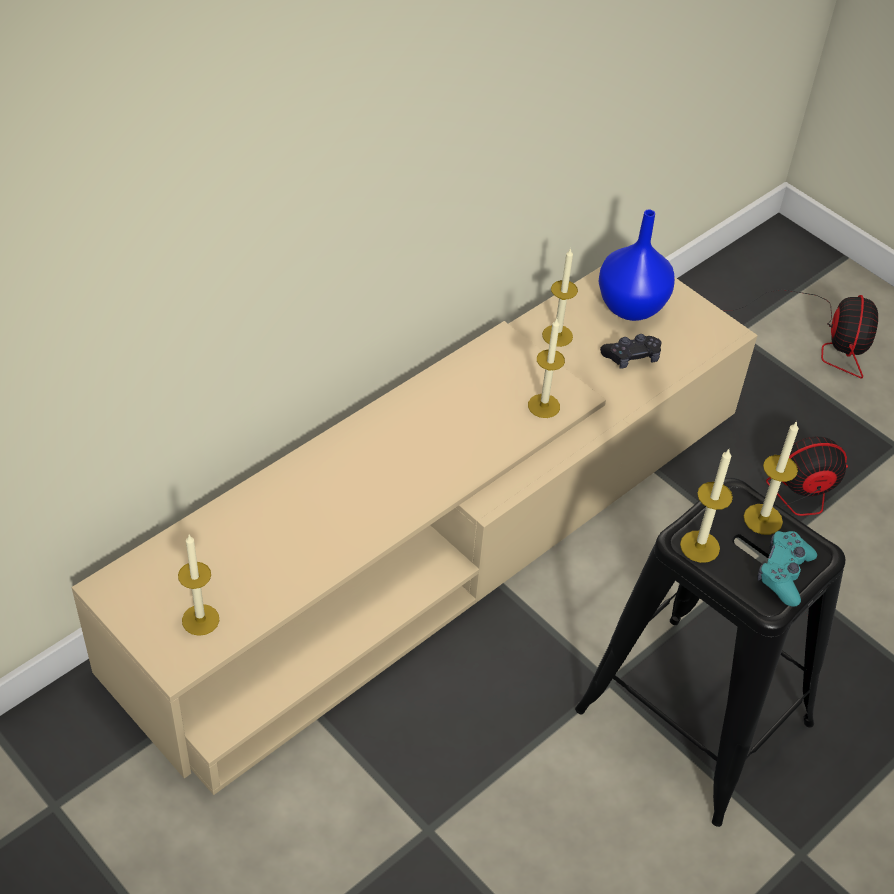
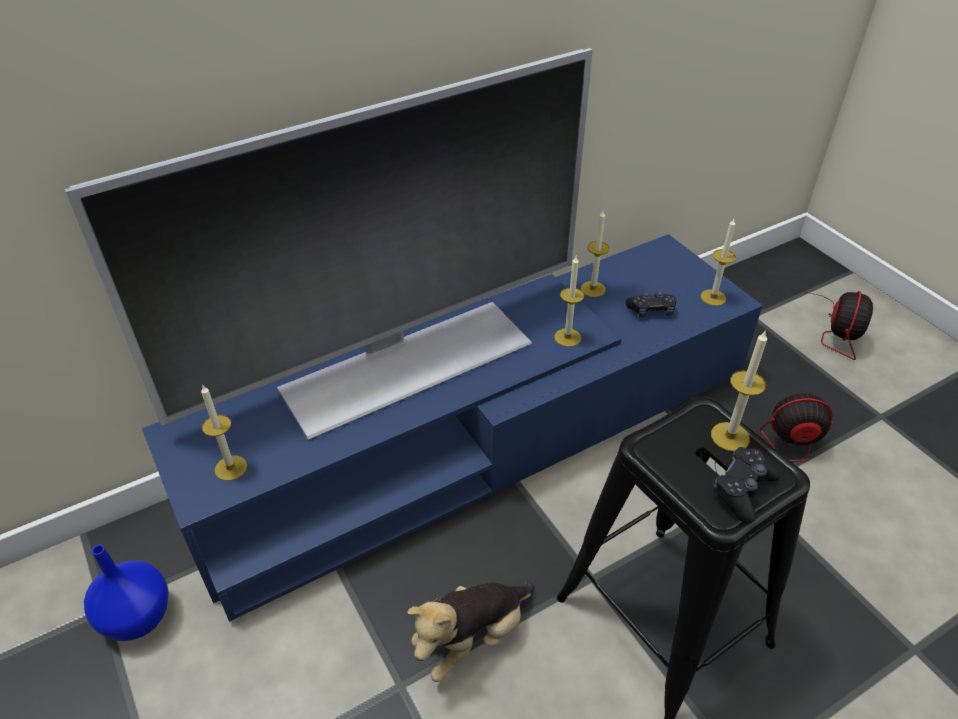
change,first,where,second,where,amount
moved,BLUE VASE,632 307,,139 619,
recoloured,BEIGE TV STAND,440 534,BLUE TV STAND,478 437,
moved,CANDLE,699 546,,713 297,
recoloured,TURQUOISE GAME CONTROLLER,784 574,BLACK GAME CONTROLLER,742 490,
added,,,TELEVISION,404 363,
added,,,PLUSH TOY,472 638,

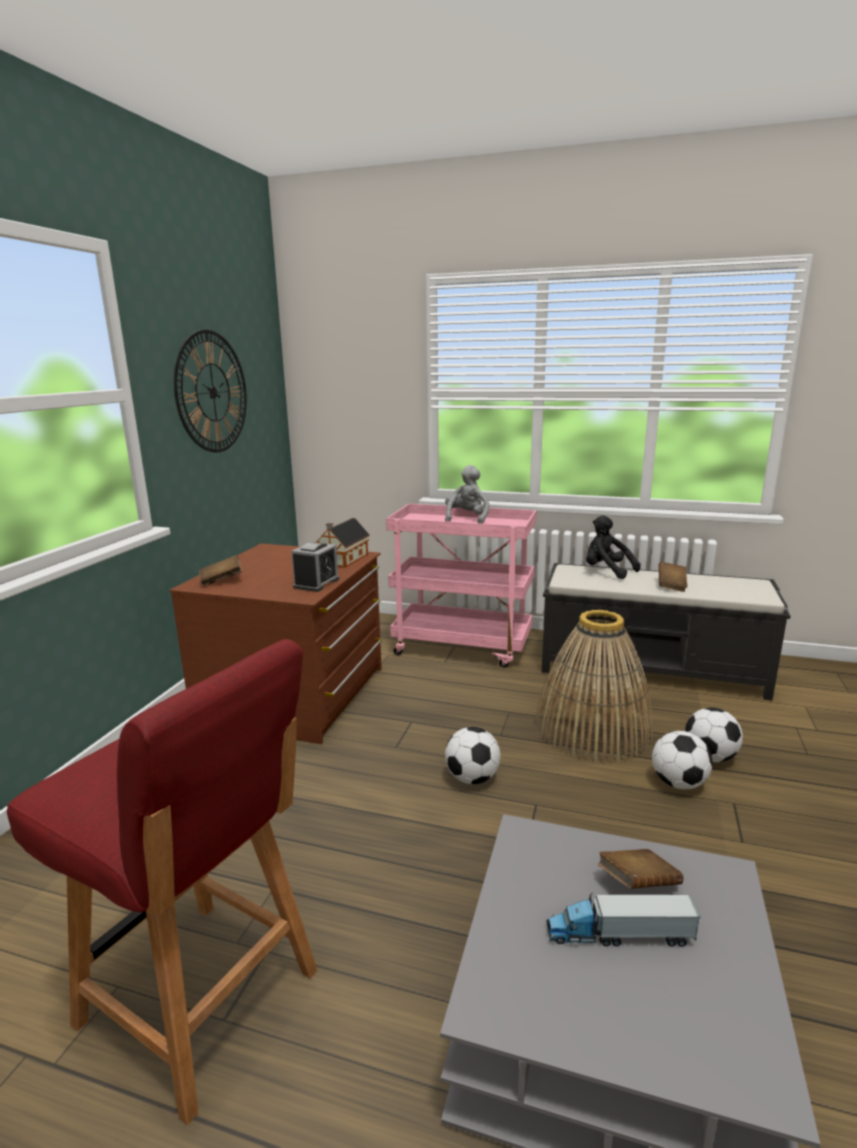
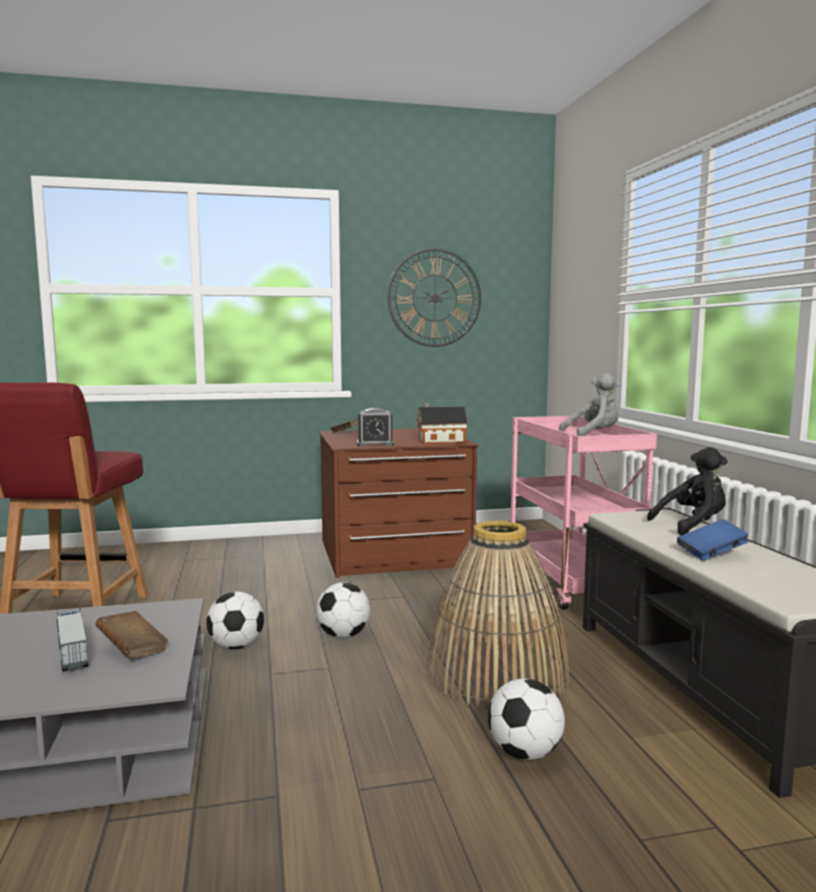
change,first,where,second,where,amount
turned,BLACK PLUSH TOY,606 571,,692 525,60 degrees clockwise
recoloured,BROWN BOOK,671 586,BLUE BOOK,711 554,
moved,FOOTBALL,678 783,,236 646,

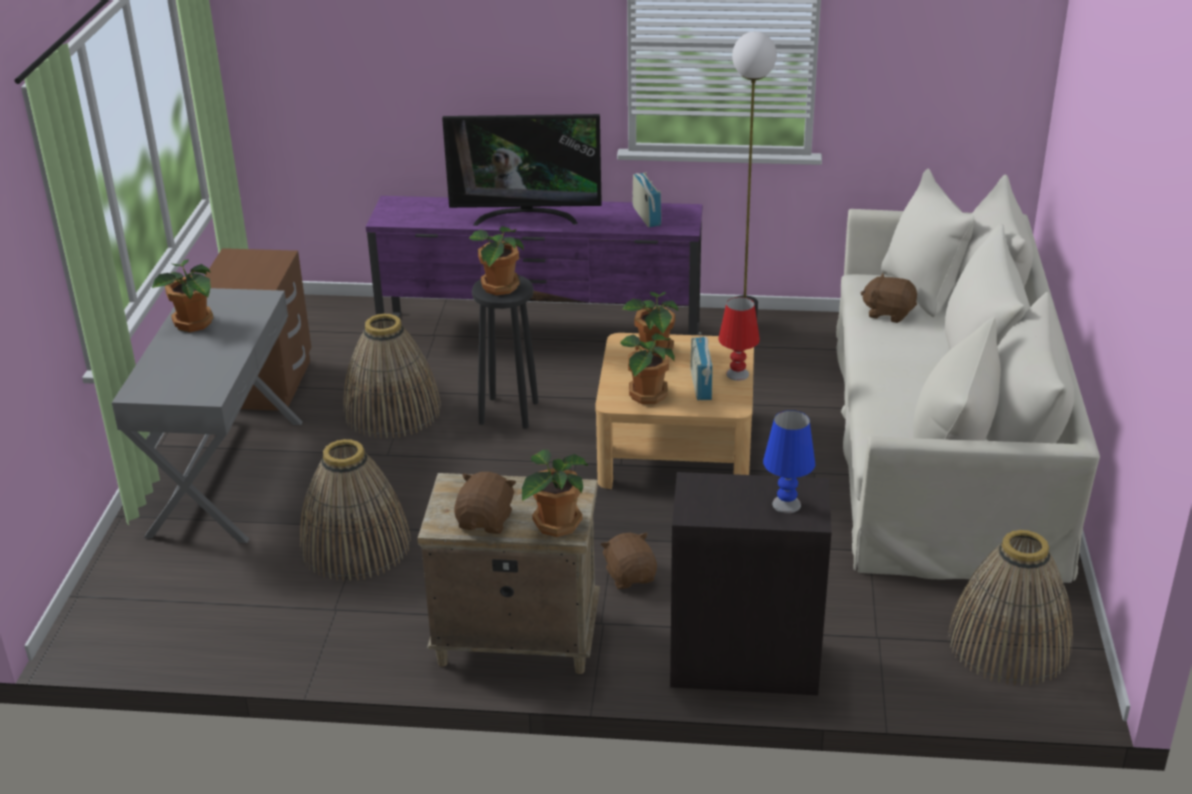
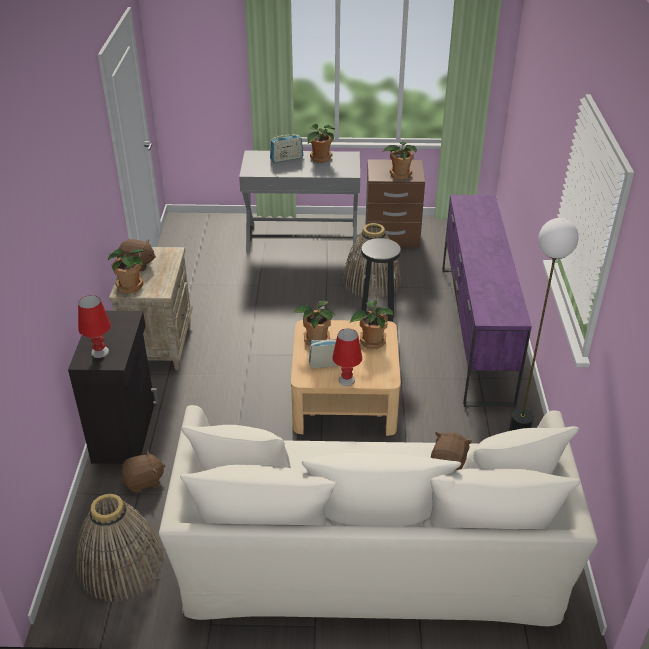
change,first,where,second,where,amount
removed,TELEVISION,526 216,,,
moved,RADIO,646 216,,286 158,
moved,POTTED PLANT,499 287,,399 174,
recoloured,BLUE TABLE LAMP,787 504,RED TABLE LAMP,100 352,
removed,BASKET,355 546,,,
moved,BROWN PLUSH TOY,630 576,,144 481,

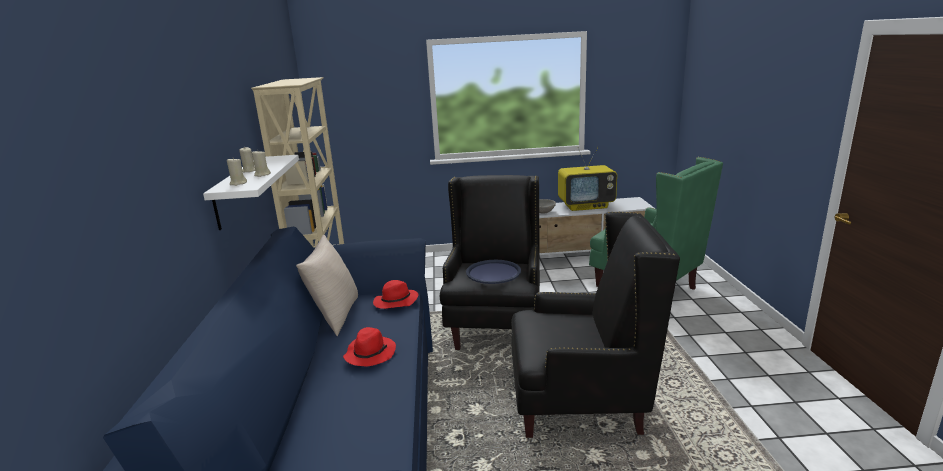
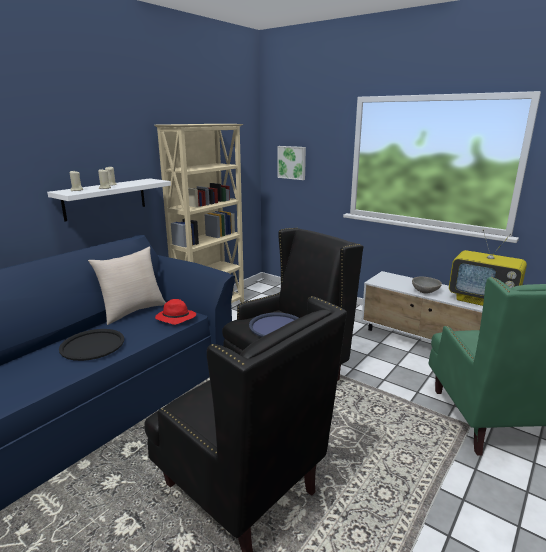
change,first,where,second,where,amount
replaced,RED HAT,370 353,BLACK TRAY,92 345,
added,,,PICTURE,292 162,

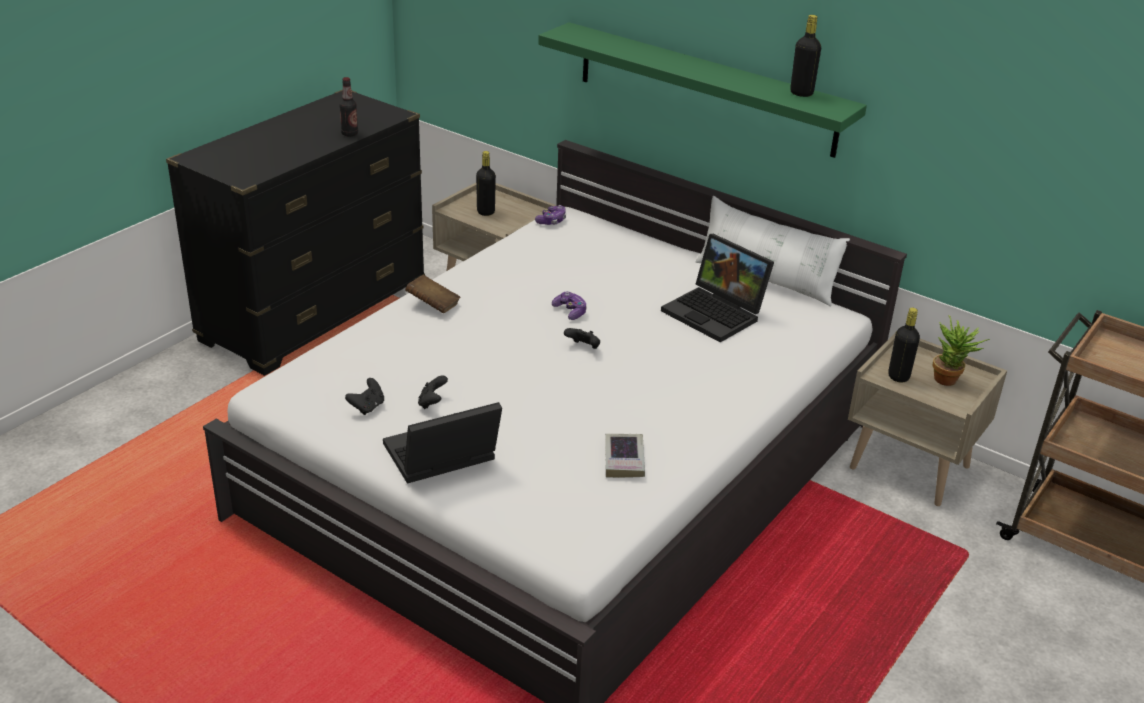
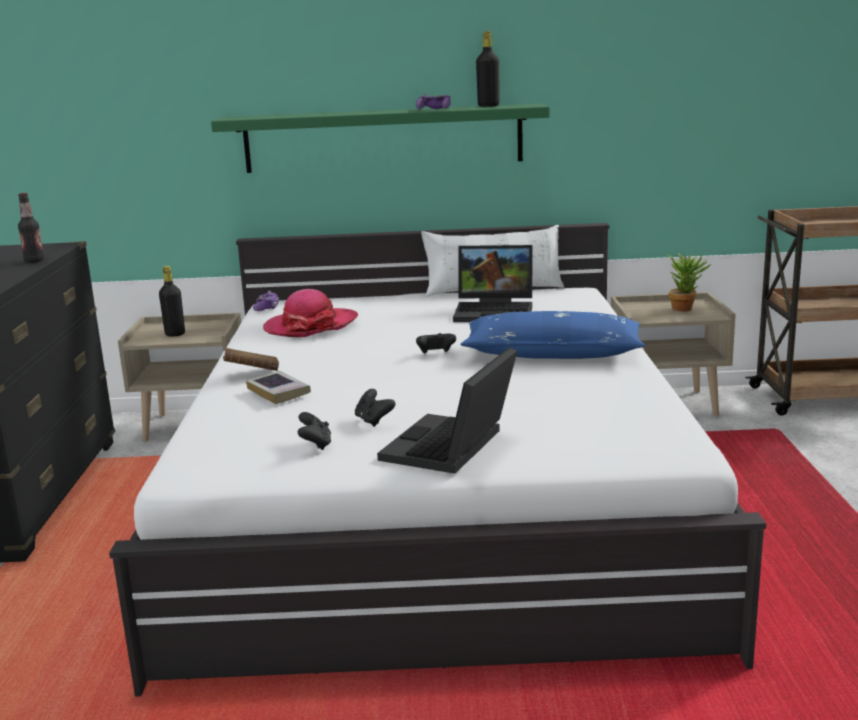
change,first,where,second,where,amount
moved,GAME CONTROLLER,570 311,,434 109,
removed,BLACK BOTTLE,898 376,,,
moved,BOOK,624 459,,278 392,
added,,,HAT,311 326,
added,,,BLUE PILLOW,552 353,

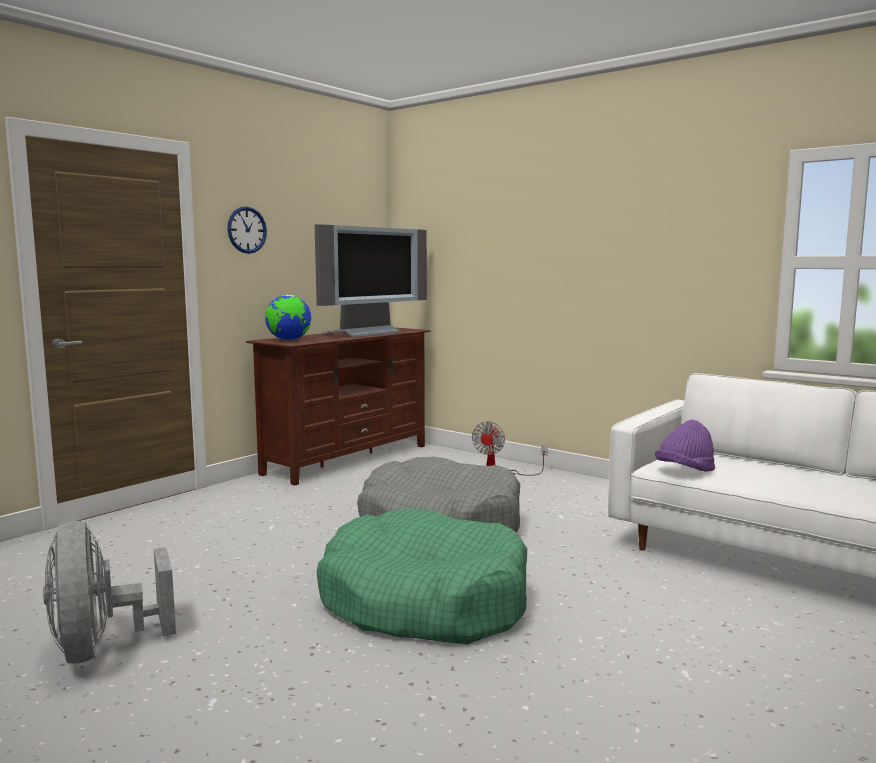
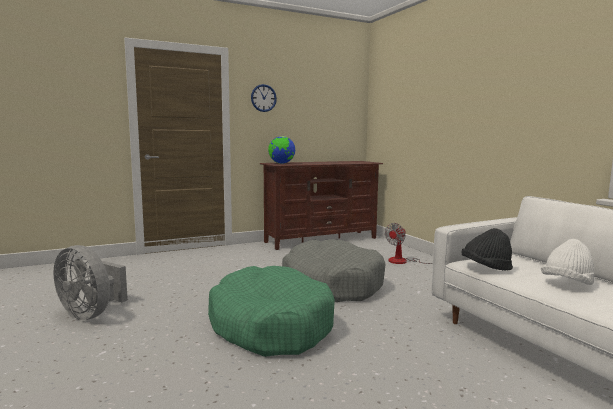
change,first,where,second,where,amount
removed,TELEVISION,365 333,,,
recoloured,PURPLE HAT,685 471,BLACK HAT,486 268,
turned,GREY FAN,102 648,,91 314,60 degrees counterclockwise
added,,,WHITE HAT,567 284,

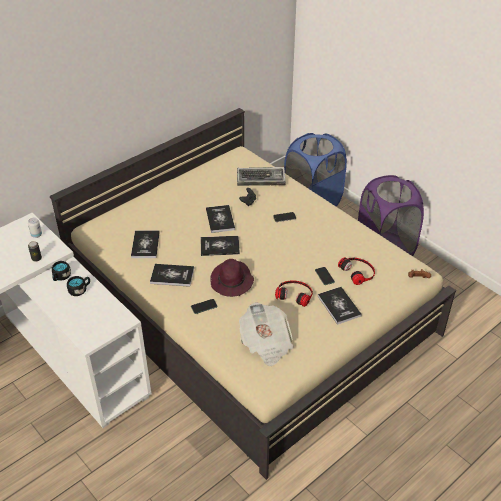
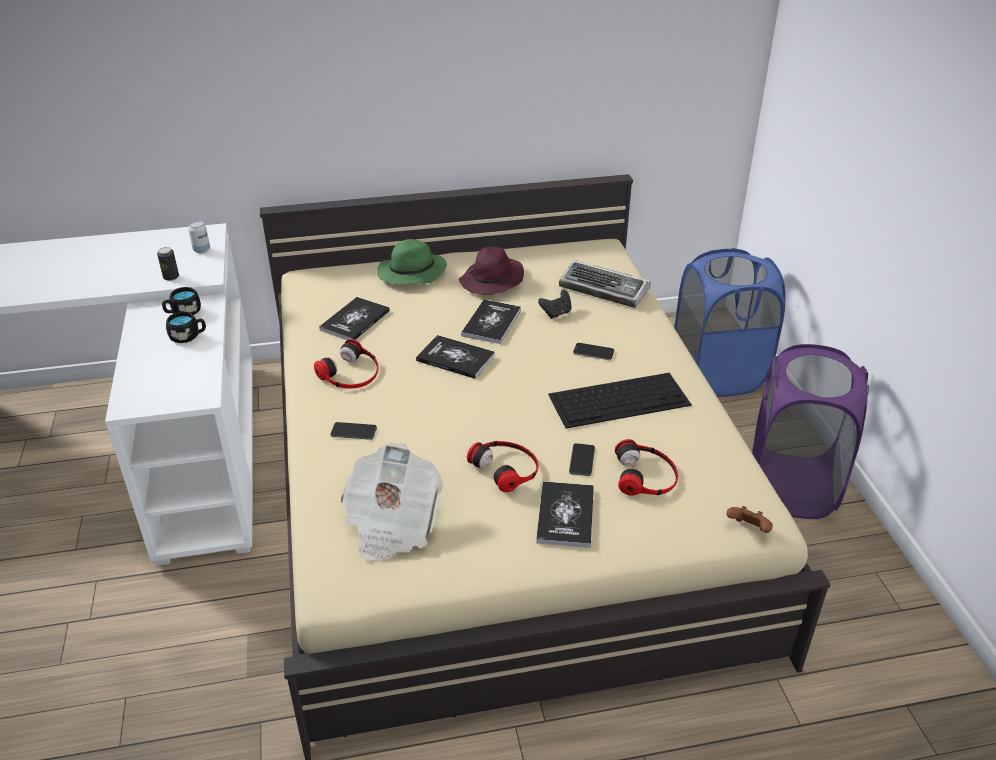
change,first,where,second,where,amount
moved,PURPLE HAT,232 281,,492 281,
replaced,BOOK,172 276,HEADPHONES,351 373,
added,,,GREEN HAT,411 273,
added,,,KEYBOARD,620 399,

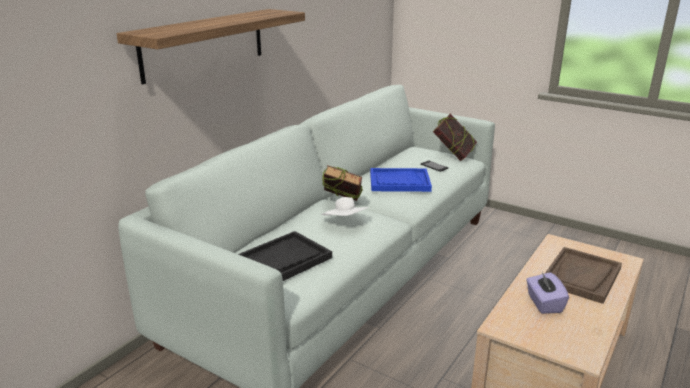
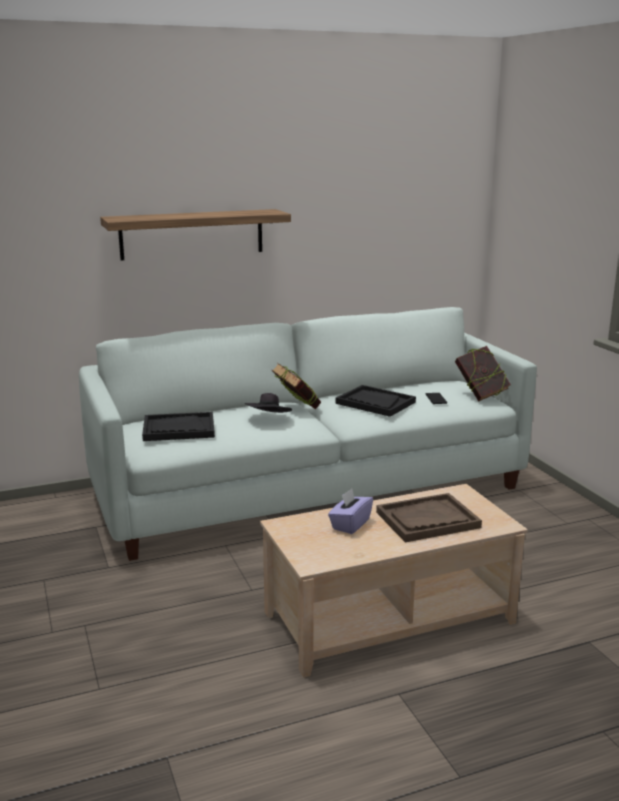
change,first,where,second,where,amount
recoloured,BLUE TRAY,399 182,BLACK TRAY,375 403,
recoloured,WHITE HAT,345 223,BLACK HAT,268 419,

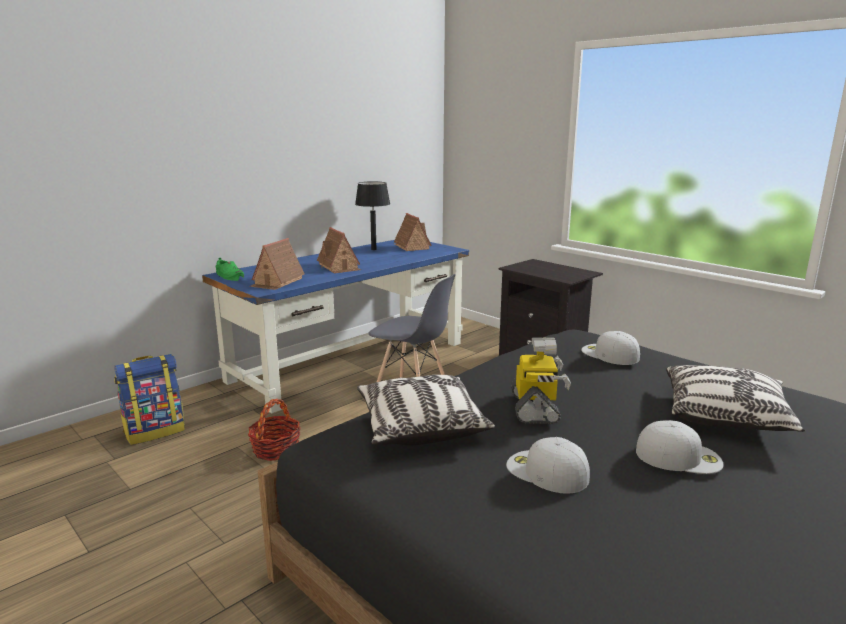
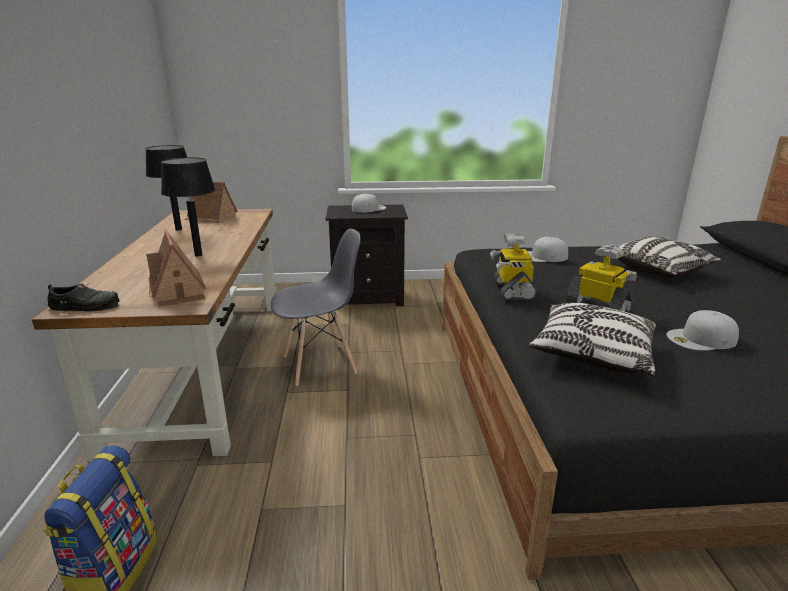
change,first,where,second,where,amount
replaced,TOY HOUSE,339 267,BLACK TABLE LAMP,199 255,
recoloured,BLUE DESK,351 361,BROWN DESK,205 364,
recoloured,GREEN SHOE,230 276,BLACK SHOE,86 305,
removed,BASKET,276 449,,,
moved,WHITE CAP,679 456,,369 208,
added,,,TOY ROBOT,512 290,

